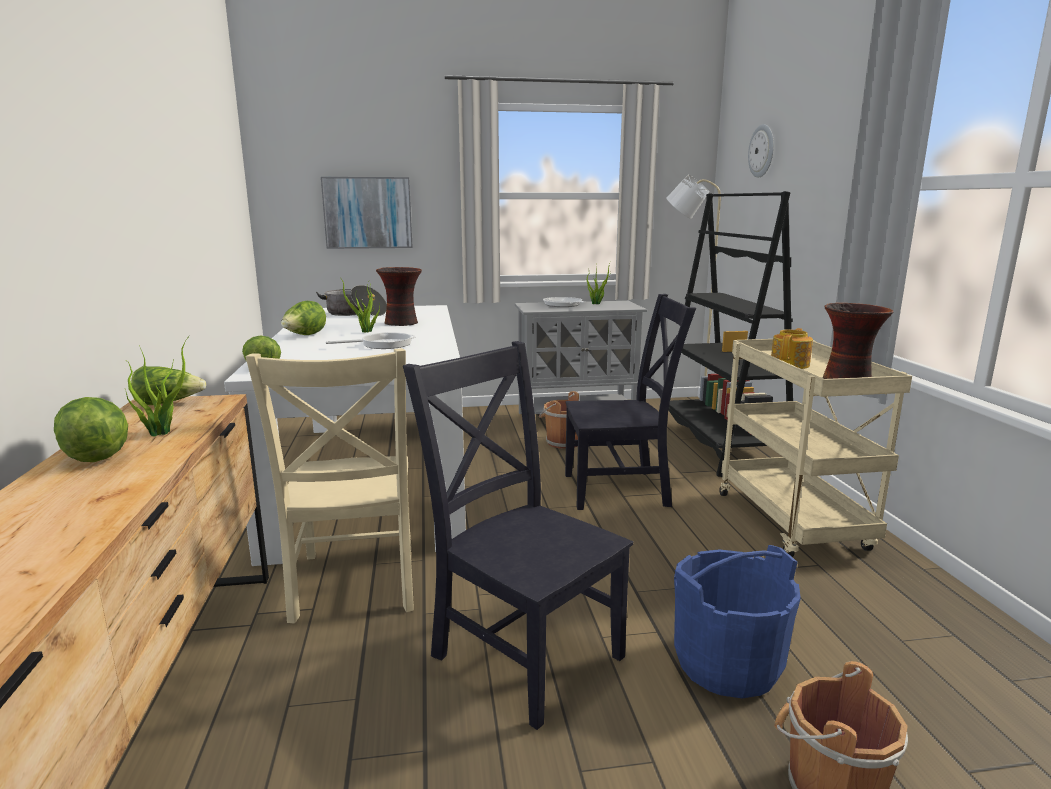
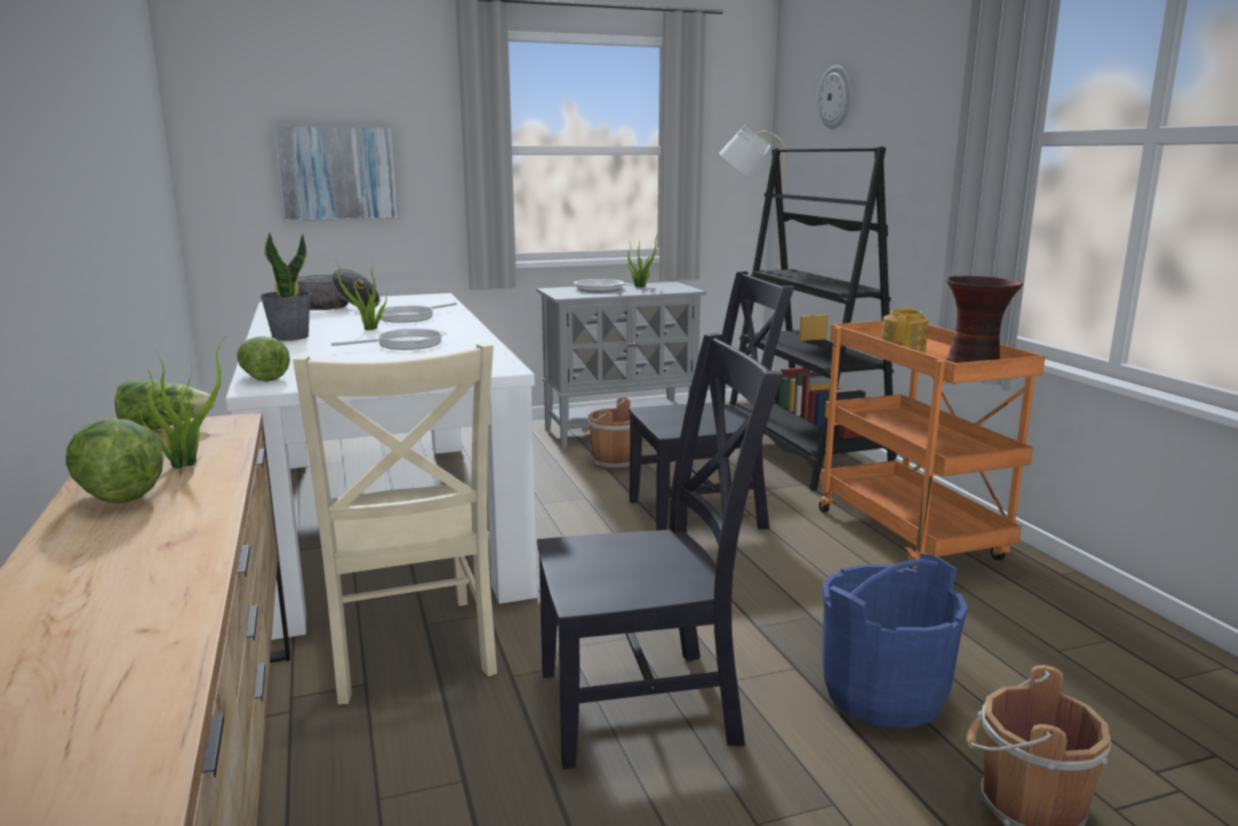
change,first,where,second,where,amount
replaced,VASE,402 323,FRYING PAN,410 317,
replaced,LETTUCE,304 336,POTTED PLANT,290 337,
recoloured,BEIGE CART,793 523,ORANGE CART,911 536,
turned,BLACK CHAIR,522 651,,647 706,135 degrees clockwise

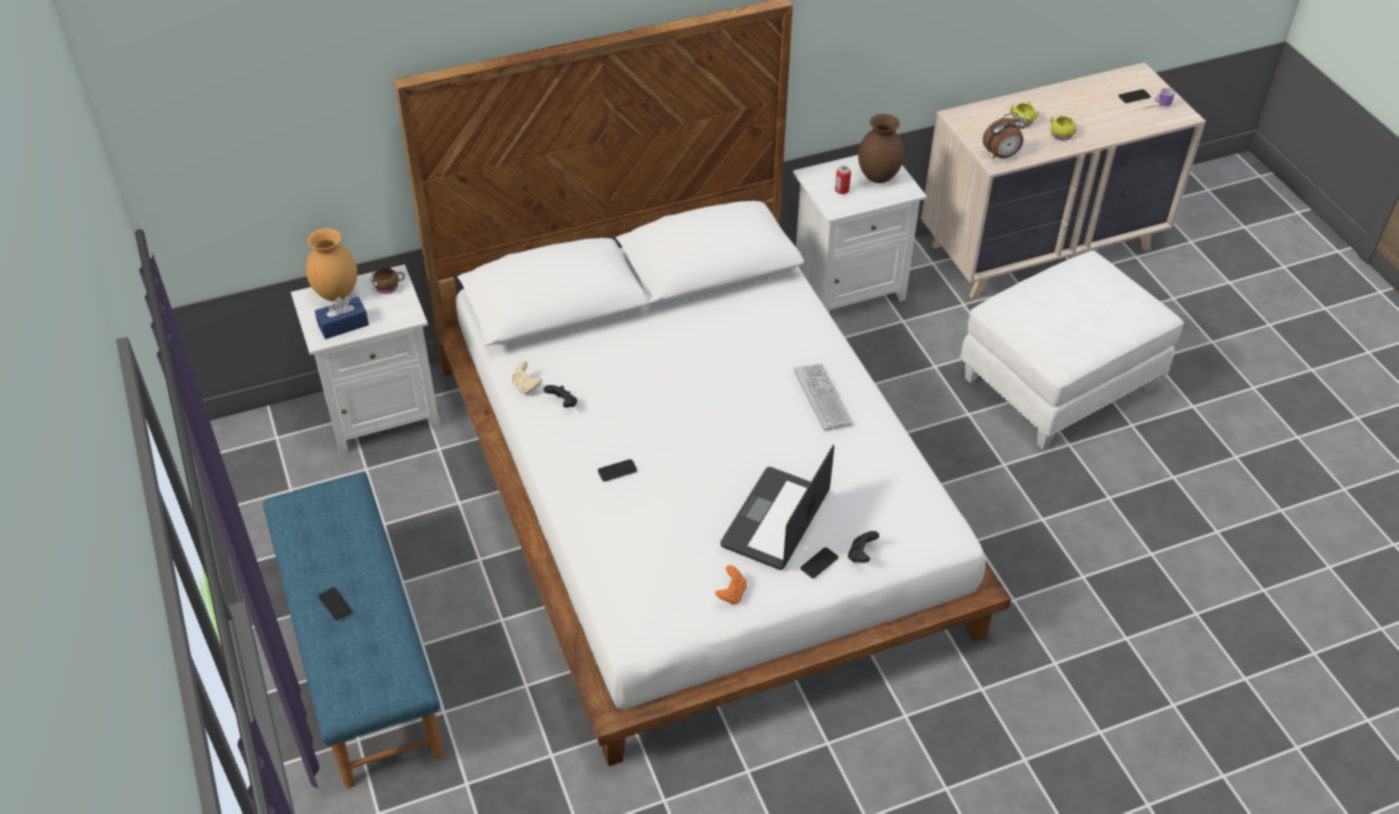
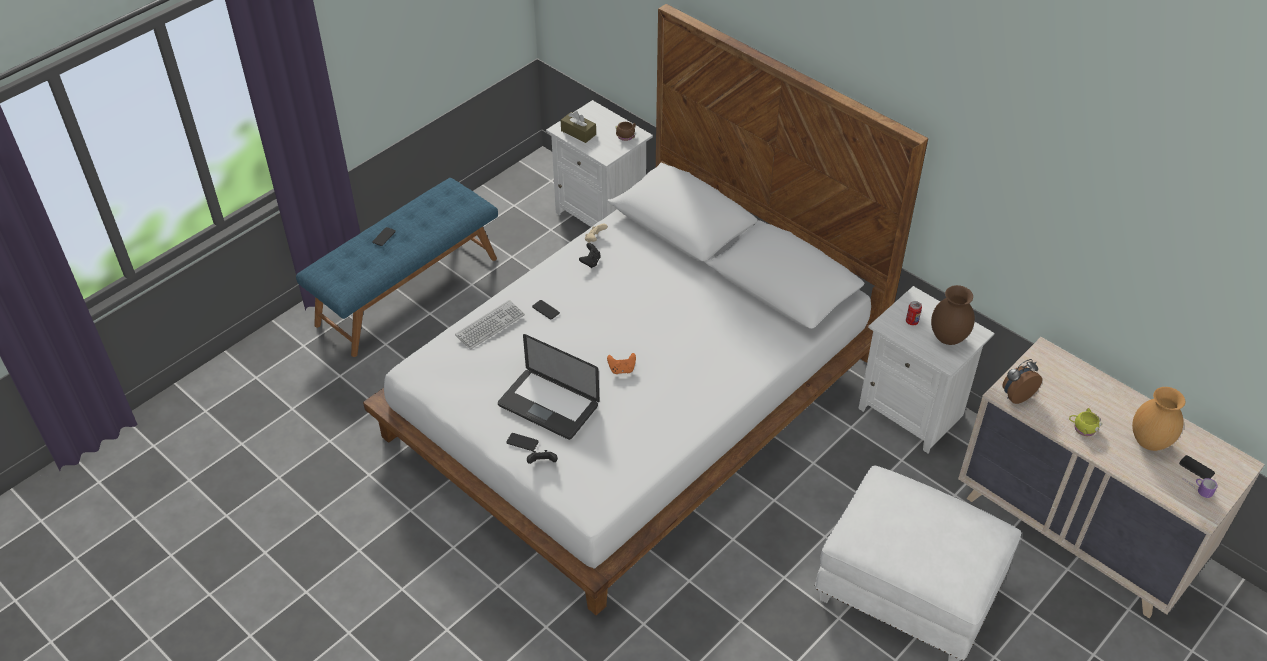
change,first,where,second,where,amount
removed,YELLOW MUG,1023 120,,,
turned,ALARM CLOCK,1001 155,,1016 395,105 degrees clockwise
moved,BROWN VASE,337 294,,1150 442,
recoloured,BLUE TISSUE BOX,343 325,BROWN TISSUE BOX,578 132,
moved,KEYBOARD,823 398,,490 325,
turned,LAPTOP,775 520,,548 405,150 degrees counterclockwise
moved,ORANGE GAME CONTROLLER,731 594,,622 369,

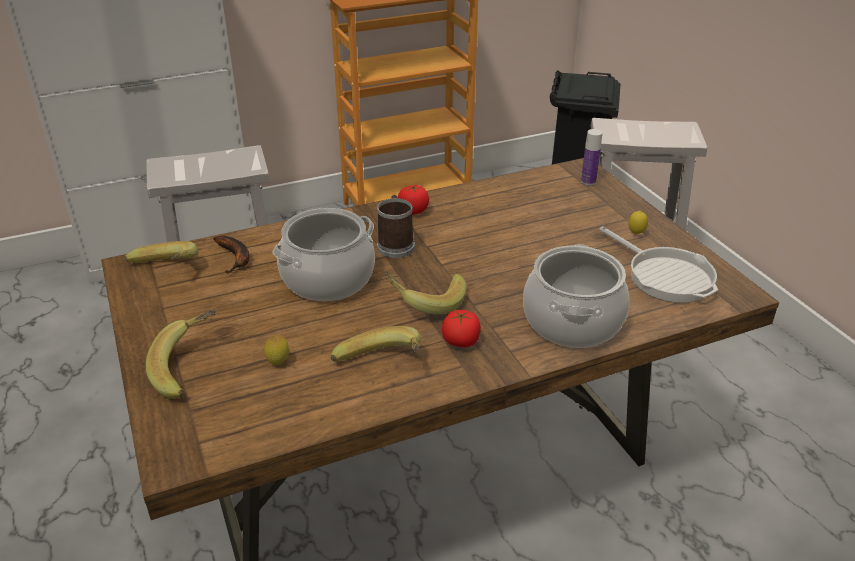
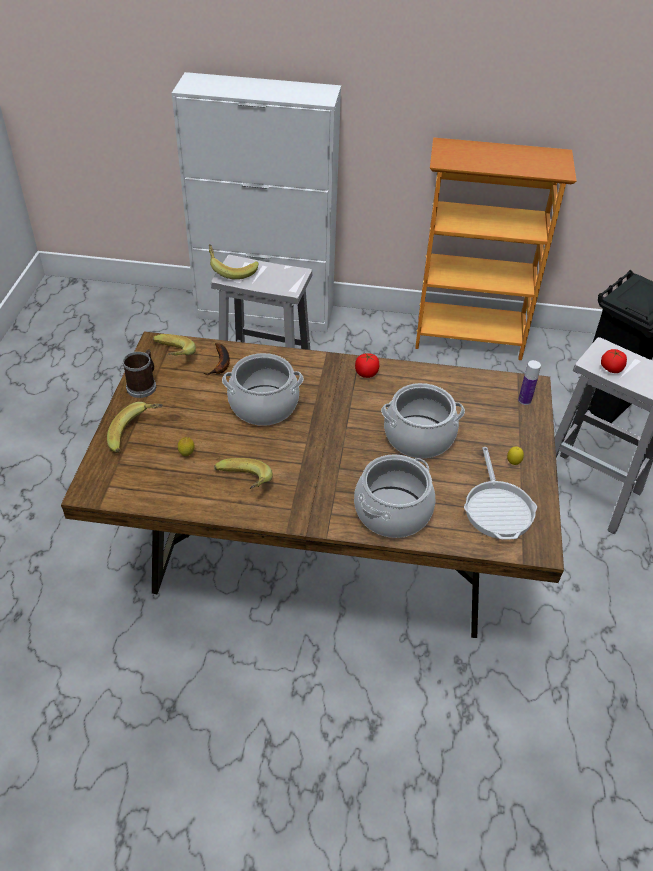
change,first,where,second,where,amount
moved,MUG,395 244,,143 385,
moved,BANANA,426 301,,231 270,
moved,TOMATO,461 341,,611 369,
added,,,COOKING POT,419 436,

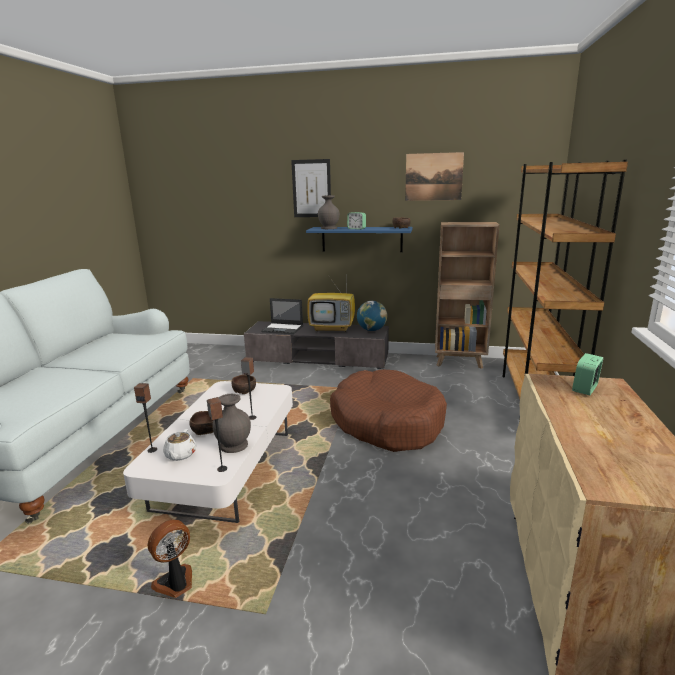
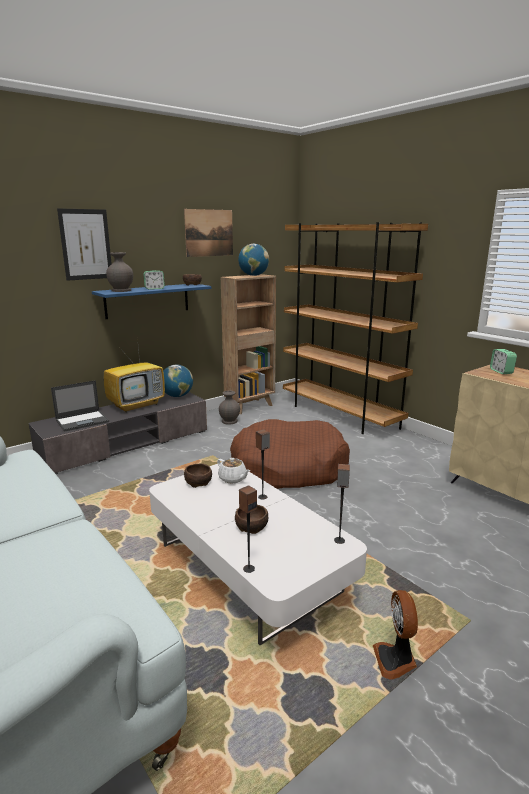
change,first,where,second,where,amount
moved,GREY VASE,234 445,,230 421,
moved,WHITE TEAPOT,180 455,,233 479,
added,,,GLOBE,253 275,

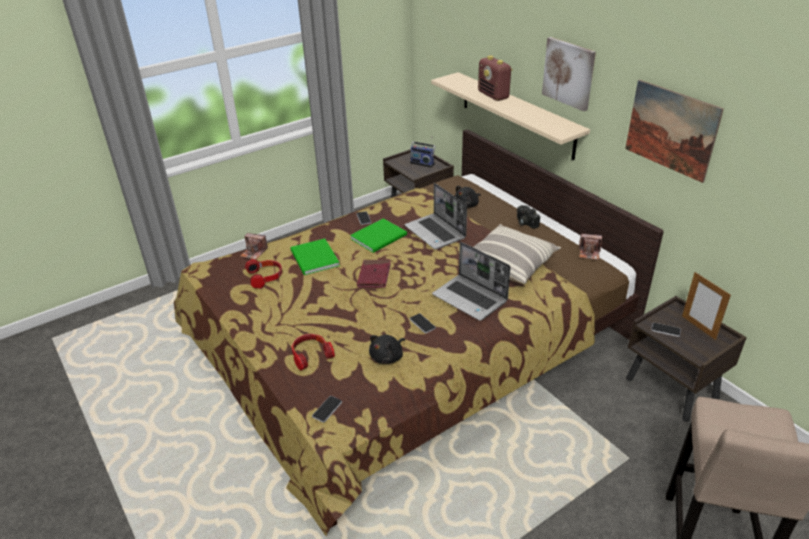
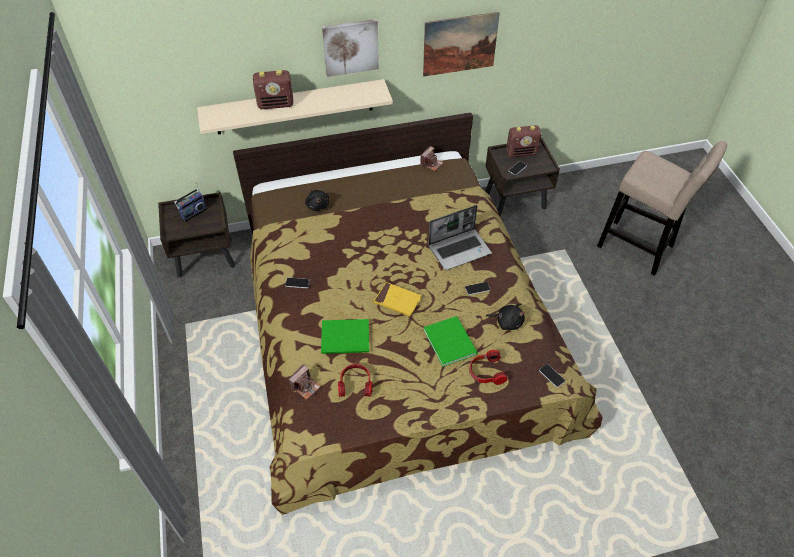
change,first,where,second,where,amount
removed,LAPTOP,436 232,,,
removed,PHOTO CAMERA,525 222,,,
moved,GREEN BOOK,380 237,,450 340,
removed,PILLOW,509 264,,,
recoloured,RED BOOK,374 275,YELLOW BOOK,397 301,
replaced,PICTURE FRAME,698 327,RADIO,521 153,
turned,BLACK PLUSH TOY,388 357,,507 322,45 degrees counterclockwise

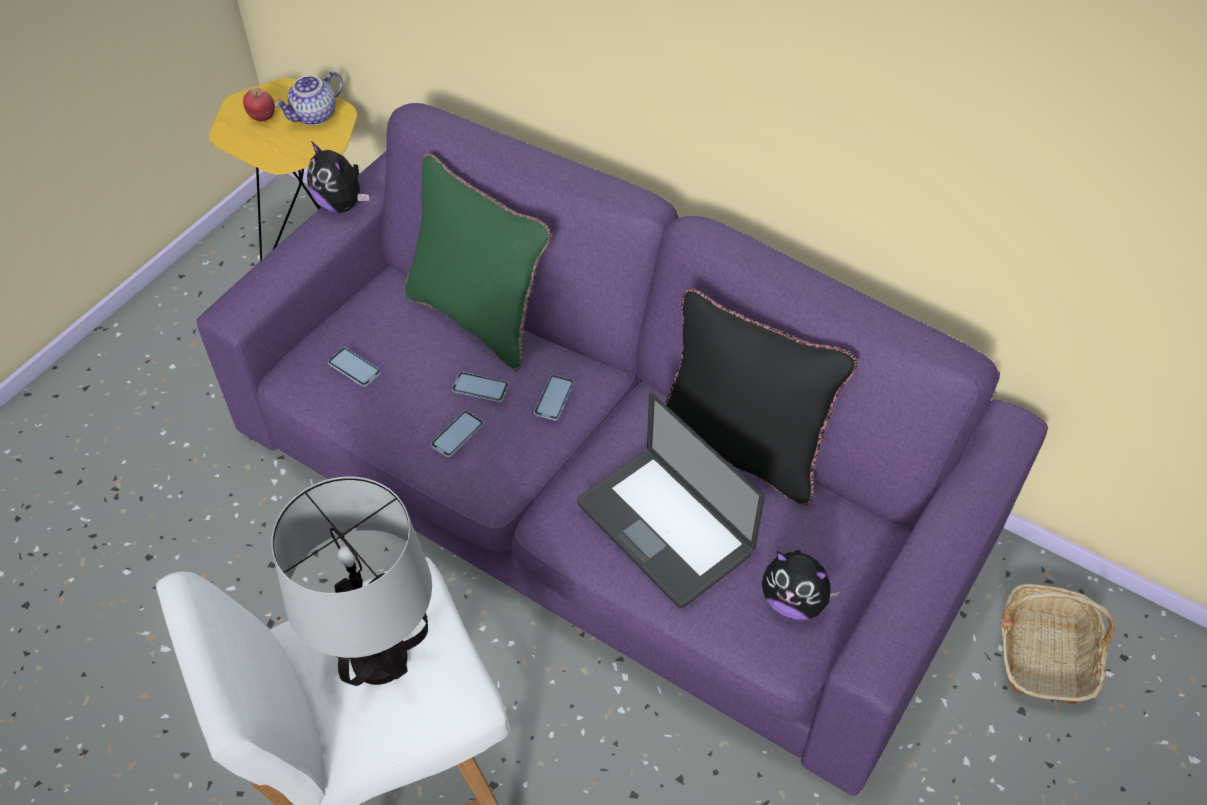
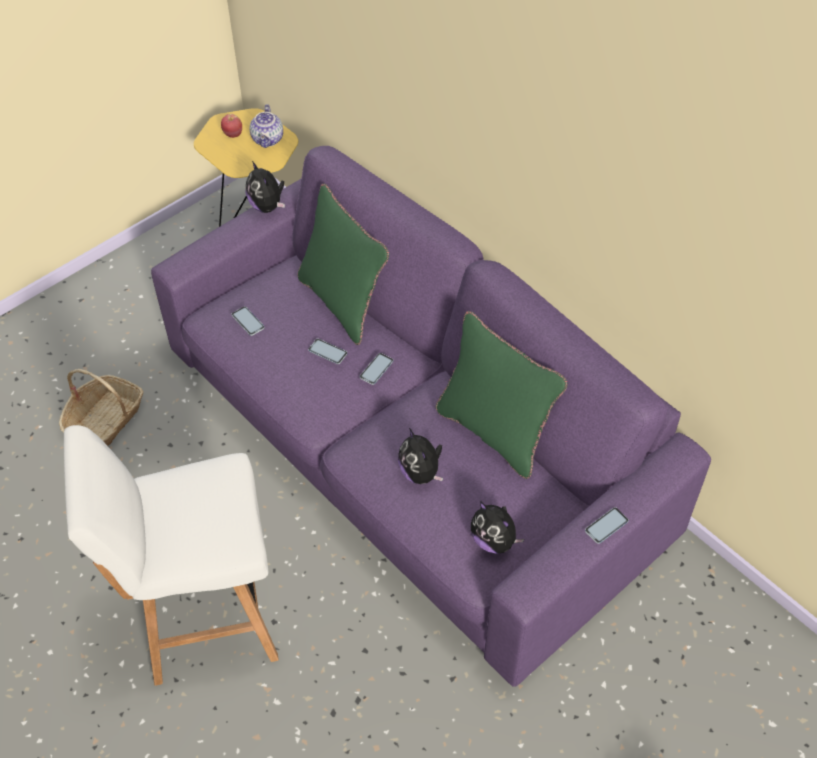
change,first,where,second,where,amount
turned,TEAPOT,315 116,,268 140,60 degrees counterclockwise
recoloured,BLACK PILLOW,740 451,GREEN PILLOW,494 432,
replaced,LAPTOP,664 528,PLUSH TOY,421 473,
moved,PHONE,457 435,,606 526,
removed,TABLE LAMP,381 658,,,
moved,BASKET,1044 653,,105 419,

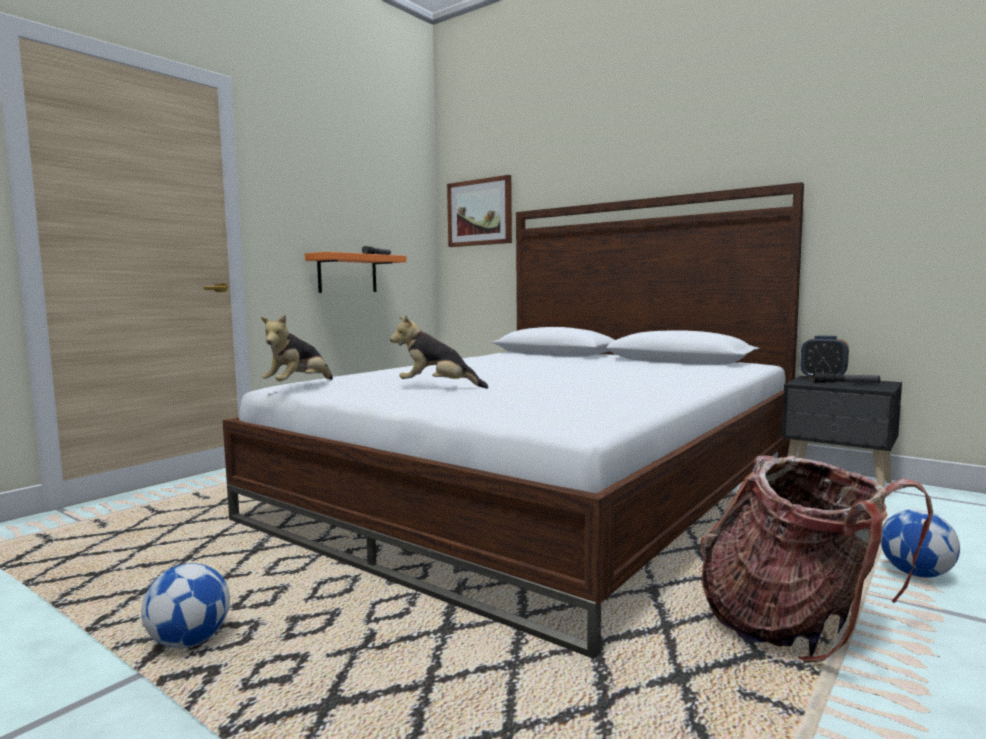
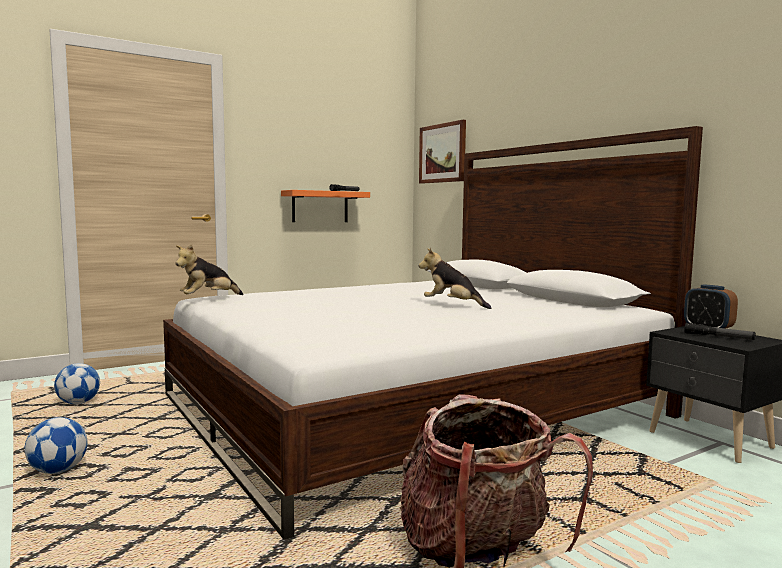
change,first,where,second,where,amount
moved,PLUSH TOY,437 387,,452 305,
moved,FOOTBALL,916 574,,78 403,

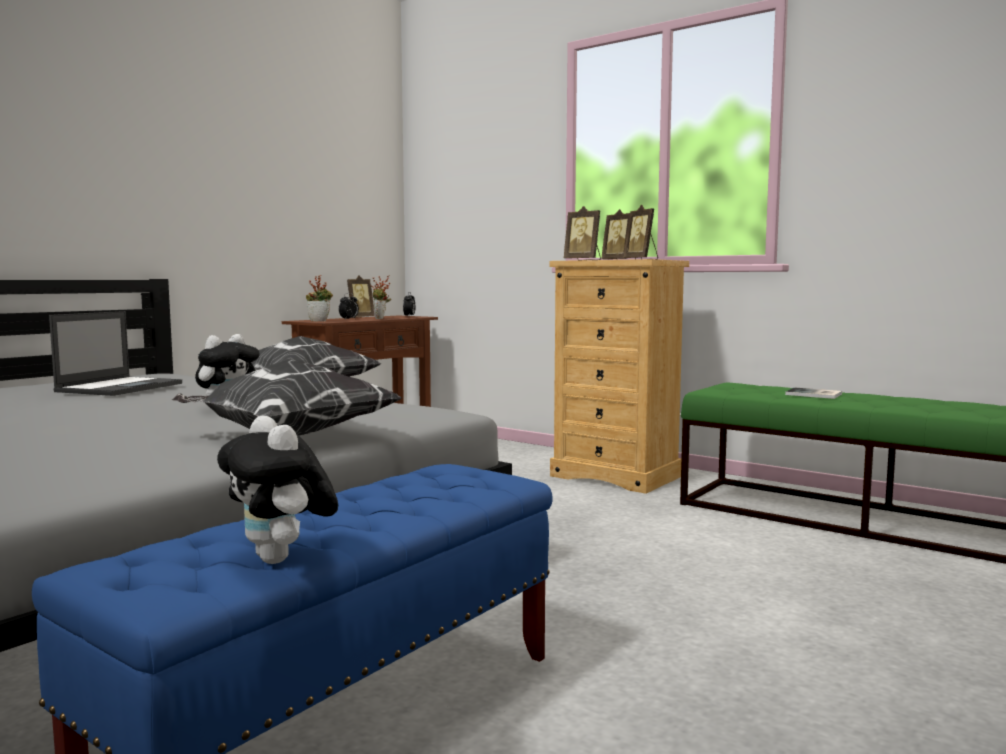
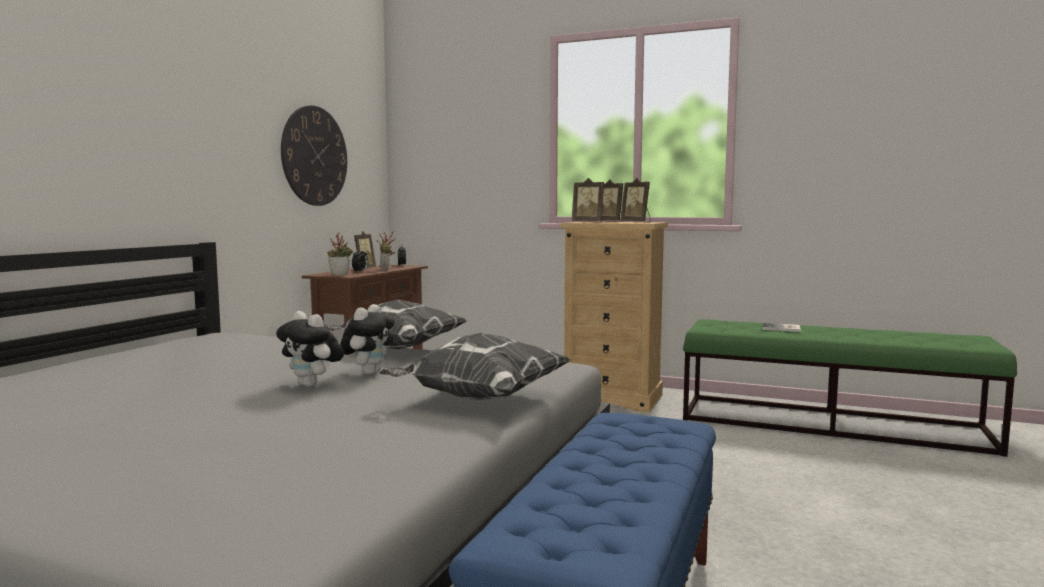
change,first,where,second,where,amount
removed,LAPTOP,121 387,,,
moved,PLUSH TOY,282 559,,312 385,
added,,,WALL CLOCK,314 156,

